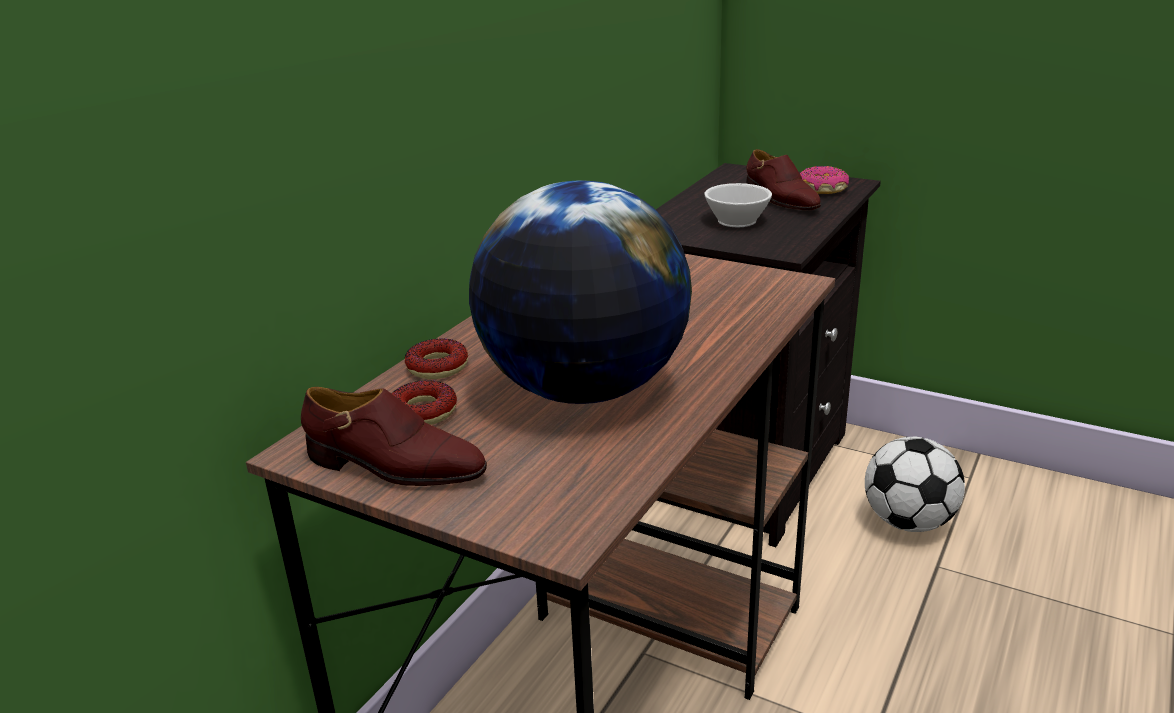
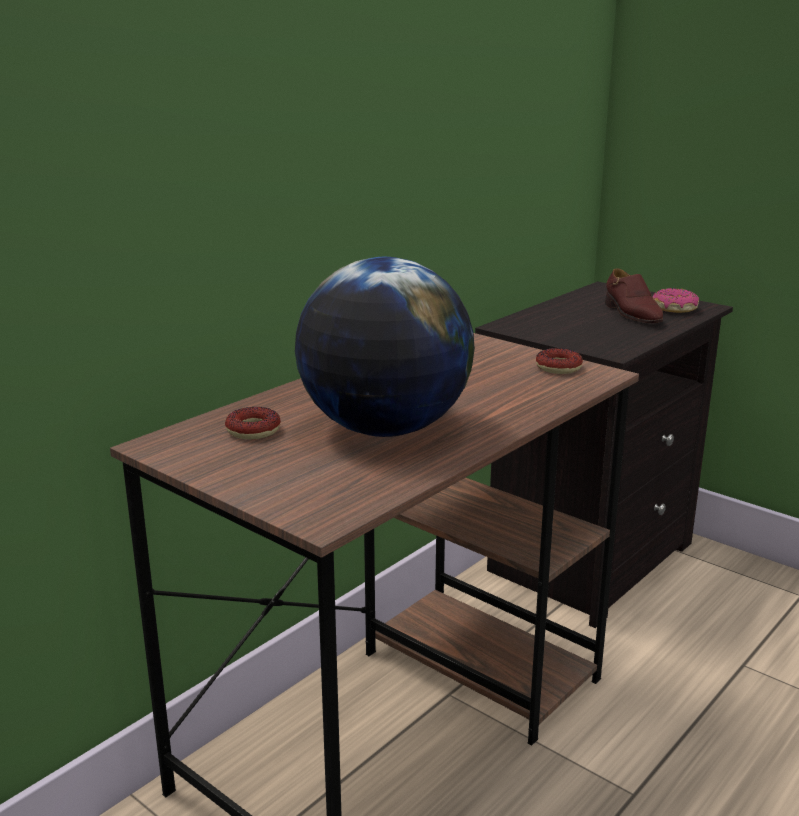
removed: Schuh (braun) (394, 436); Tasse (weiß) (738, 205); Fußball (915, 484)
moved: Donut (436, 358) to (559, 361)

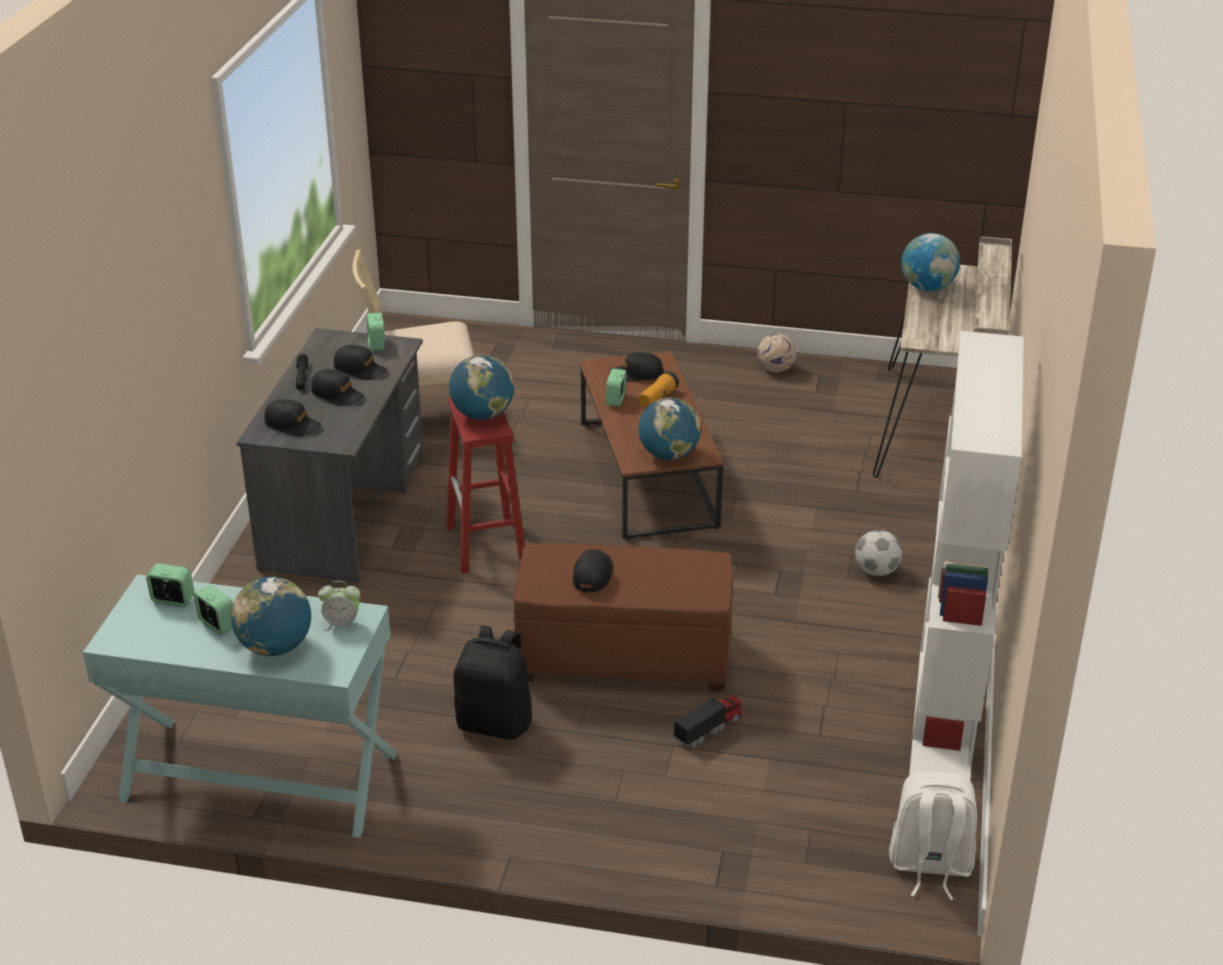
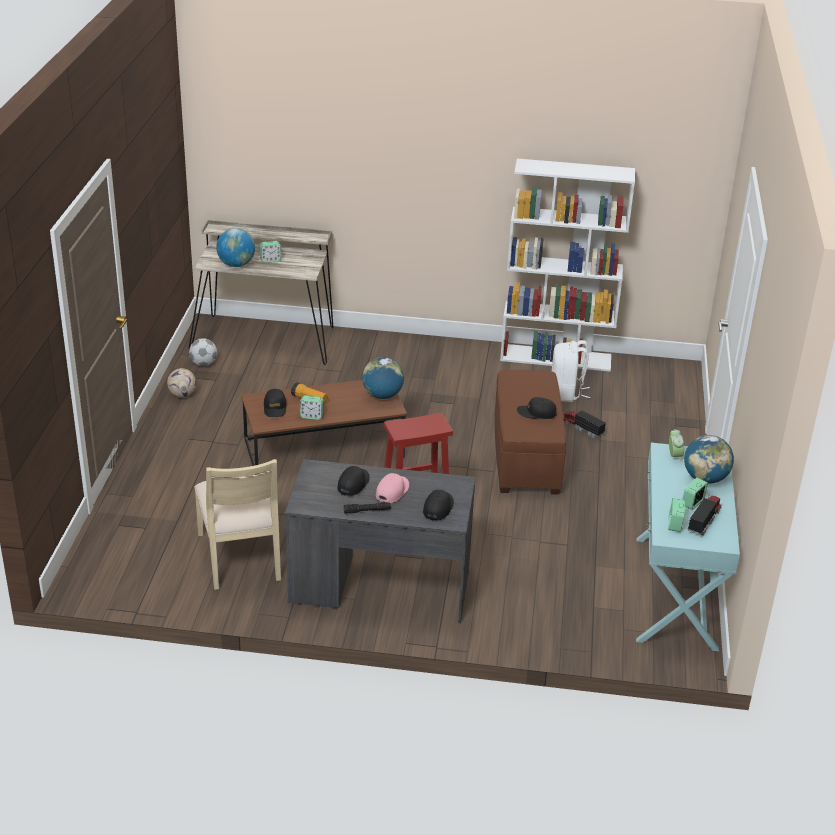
removed: Globus (481, 387); Rucksack (schwarz) (493, 682)
added: Spielzeuglaster (704, 514)
moved: Fußball (878, 553) to (203, 352); Wecker (376, 332) to (271, 252); Rucksack (weiß) (933, 835) to (571, 371)
recoloured: Kappe (schwarz) (337, 387) to Kappe (rosa) (392, 488)

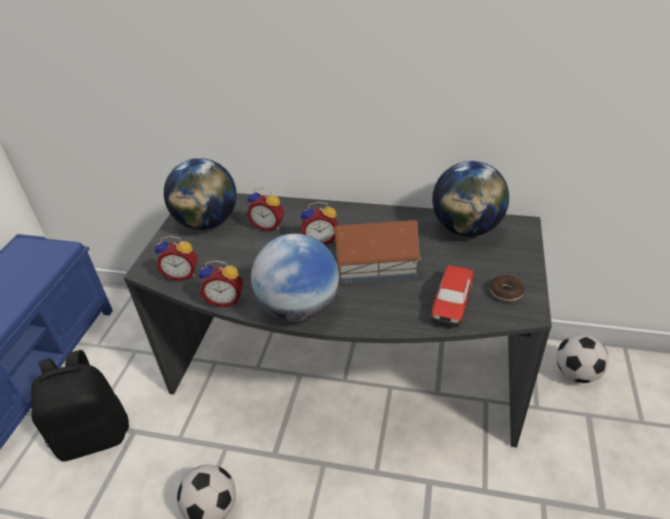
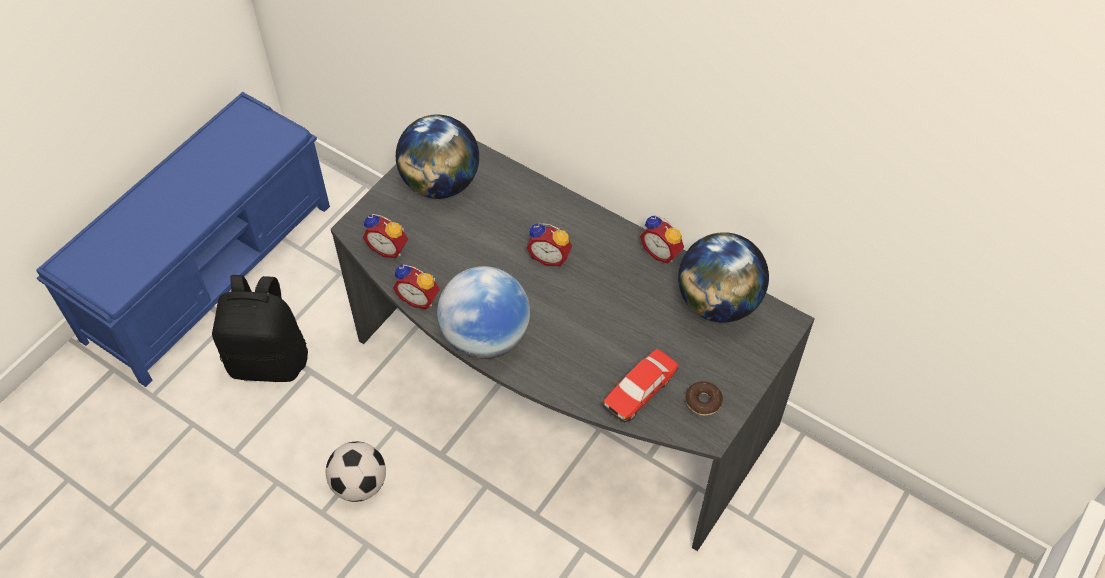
removed: Spielzeughaus (378, 252); Fußball (582, 358)
moved: Wecker (265, 210) to (662, 239)

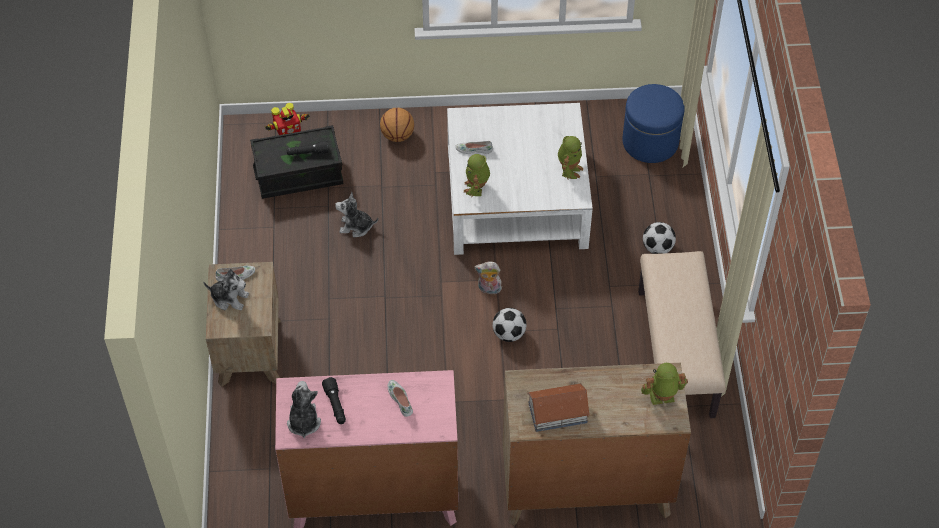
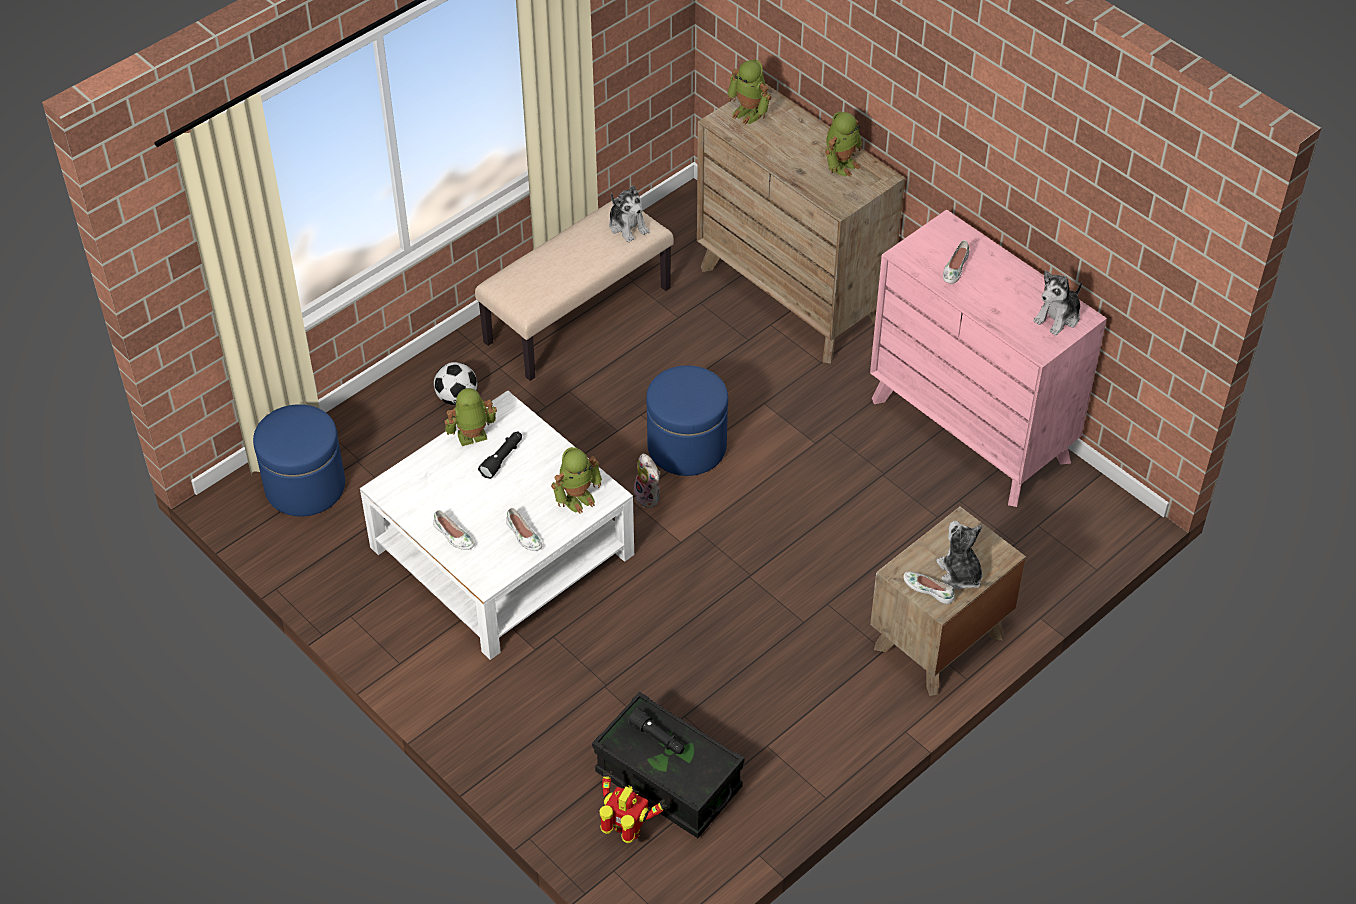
removed: Basketball (397, 125)
added: Schuh (weiß) (454, 530)
moved: Taschenlampe (schwarz) (334, 400) to (500, 455); Plüschtier (356, 214) to (629, 213)
replaced: Fußball (509, 325) to Polsterhocker (blau) (687, 420); Spielzeughaus (558, 408) to Spielzeugroboter (843, 144)

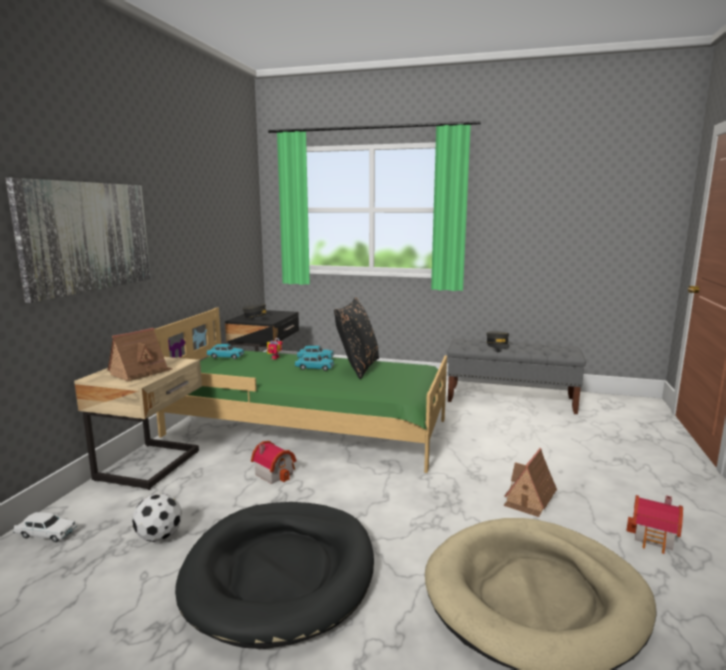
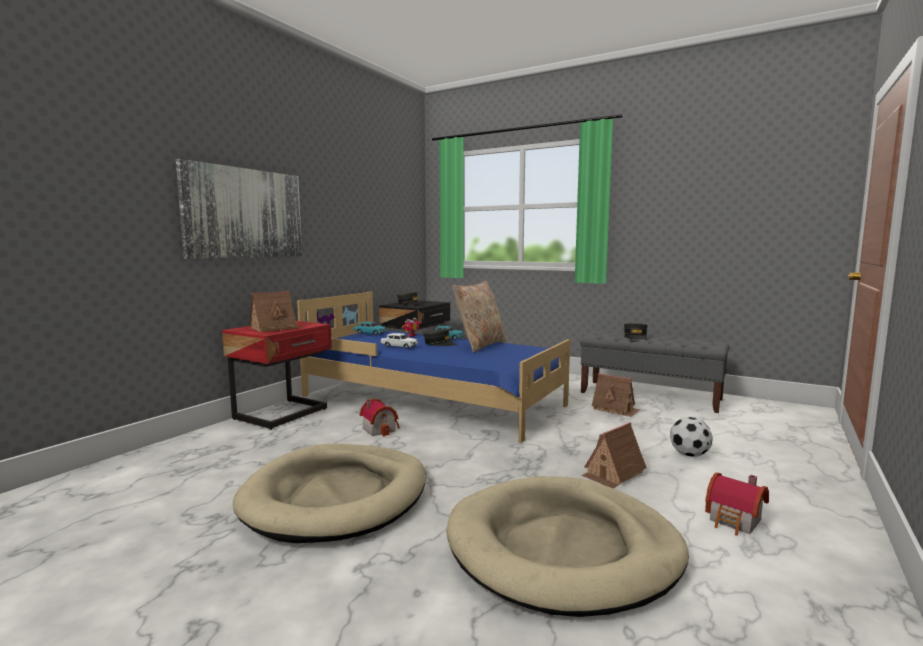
added: Spielzeughaus (616, 395)
moved: Spielzeugauto (weiß) (45, 527) to (400, 341); Fußball (157, 517) to (691, 437)
replaced: Spielzeugauto (türkis) (314, 362) to Kappe (grau) (440, 337)
recoloured: Nachttisch (beige) (138, 423) to Nachttisch (rot) (277, 375); Hundebett (schwarz) (274, 575) to Hundebett (beige) (329, 493); Bett (grün) (300, 390) to Bett (blau) (433, 367); Kissen (schwarz) (356, 338) to Kissen (beige) (479, 317)

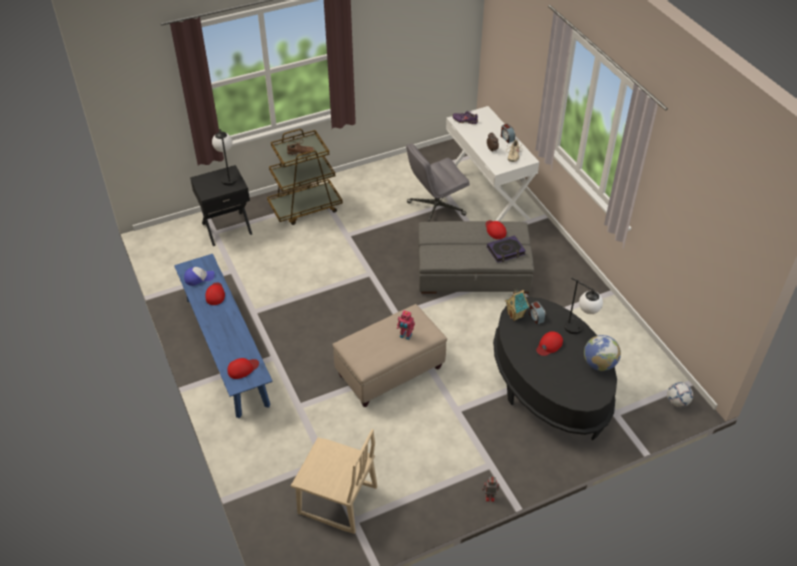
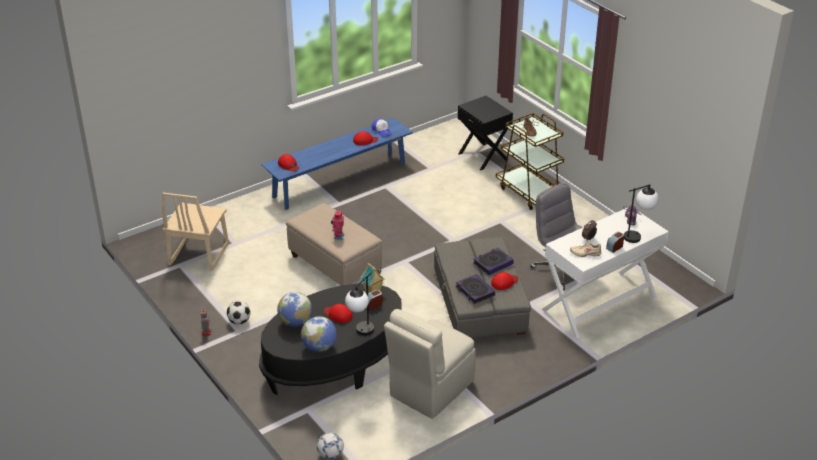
added: Fußball (238, 313); Globus (294, 309); Stuhl (beige) (430, 364); Buch (493, 261)
moved: Tischlampe (224, 157) to (641, 213)

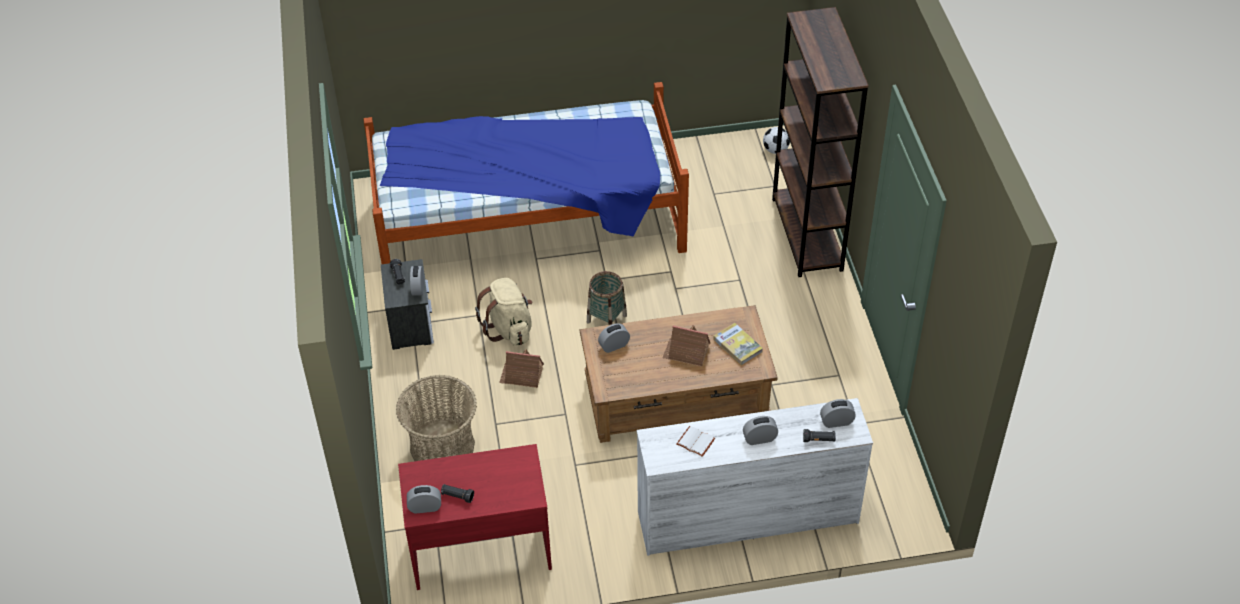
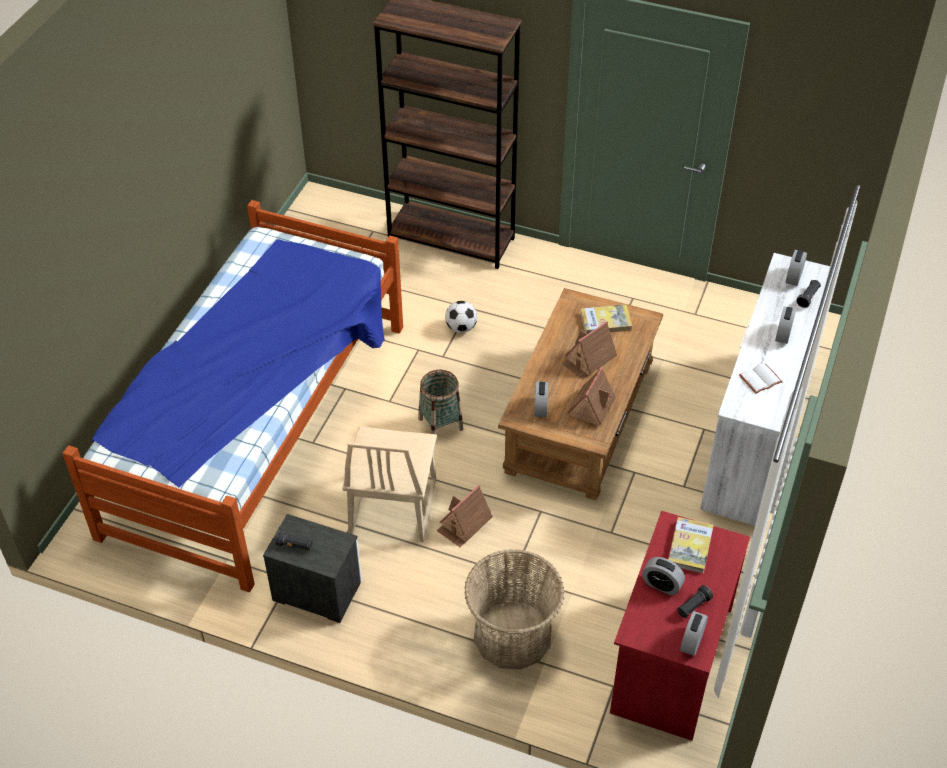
added: Spielzeughaus (591, 396); Buch (691, 545)
moved: Fußball (776, 140) to (461, 317); Wecker (417, 281) to (663, 576)
replaced: Rucksack (beige) (503, 312) to Stuhl (beige) (389, 484)

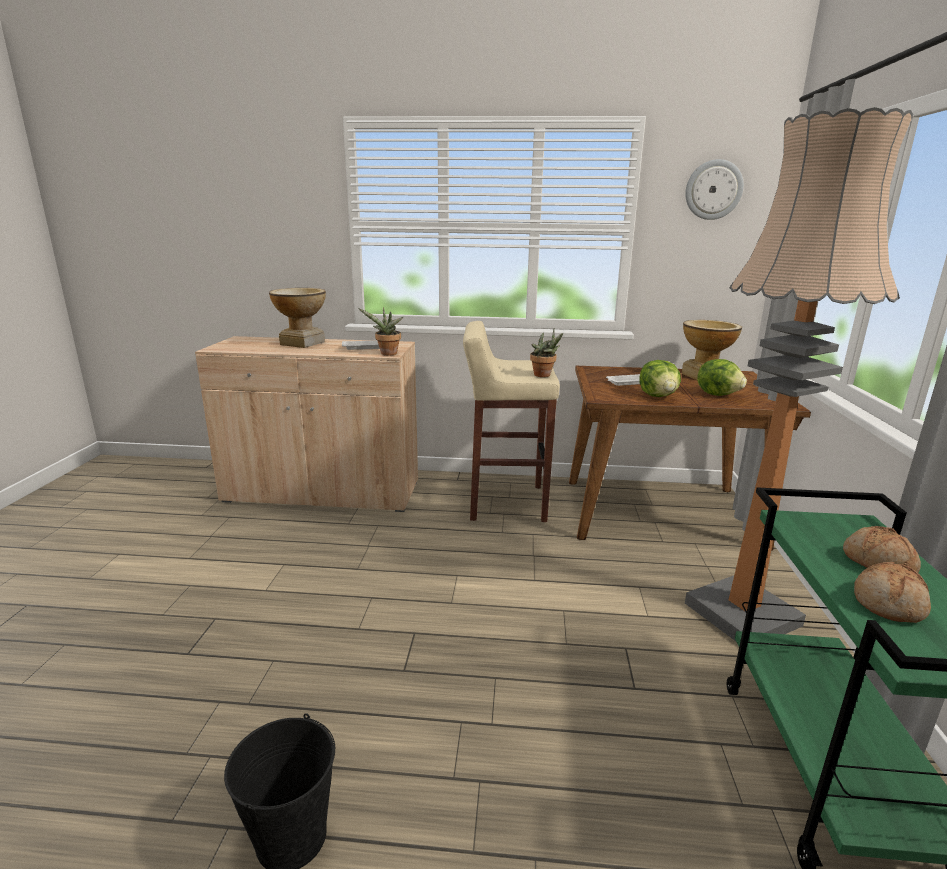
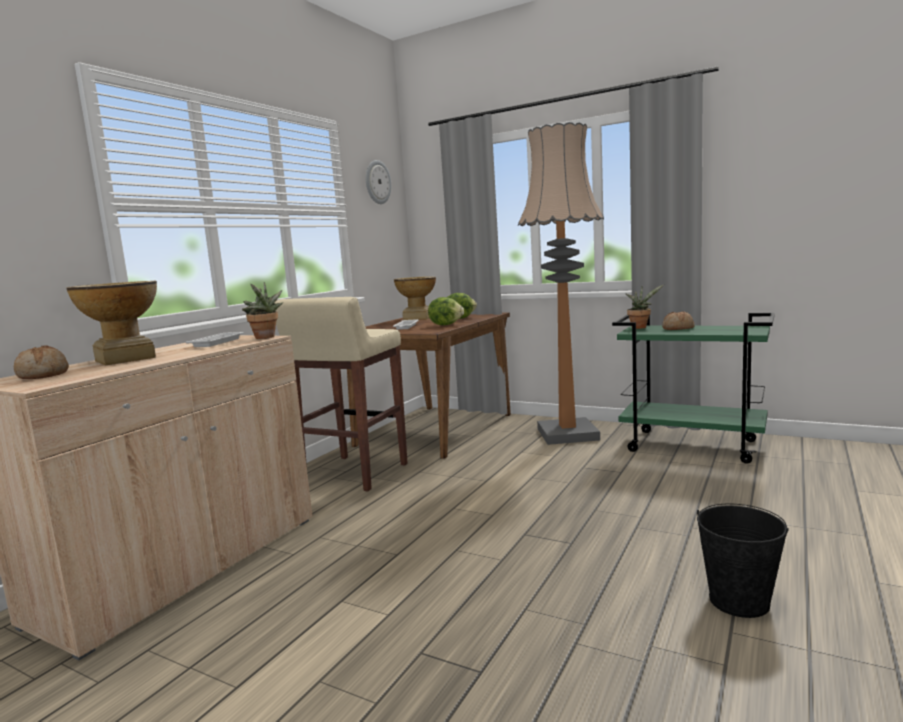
moved: Brot (892, 592) to (41, 362); Topfpflanze (546, 352) to (645, 307)

